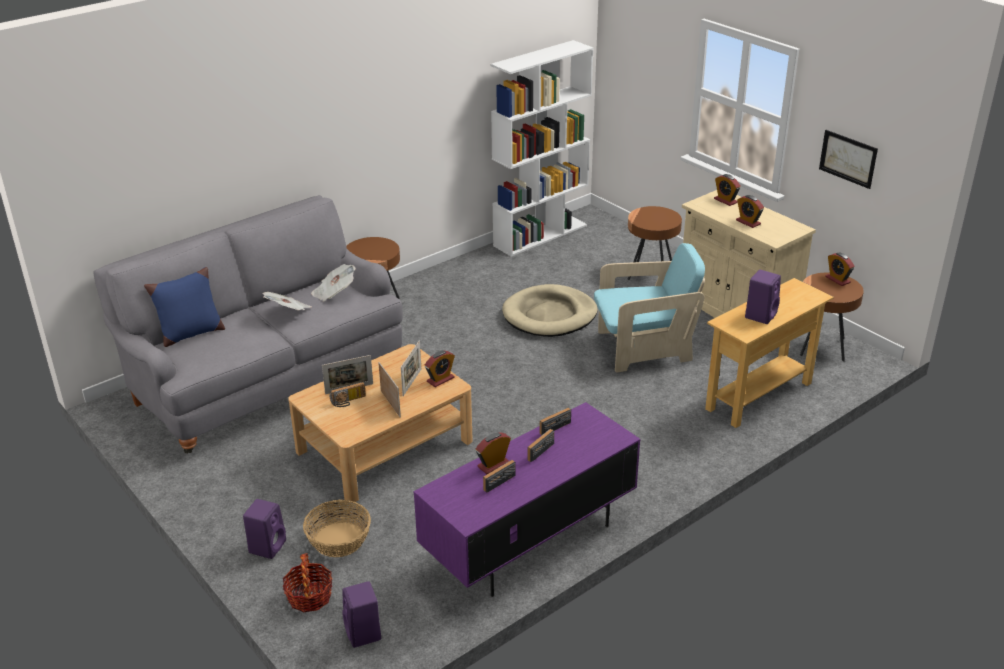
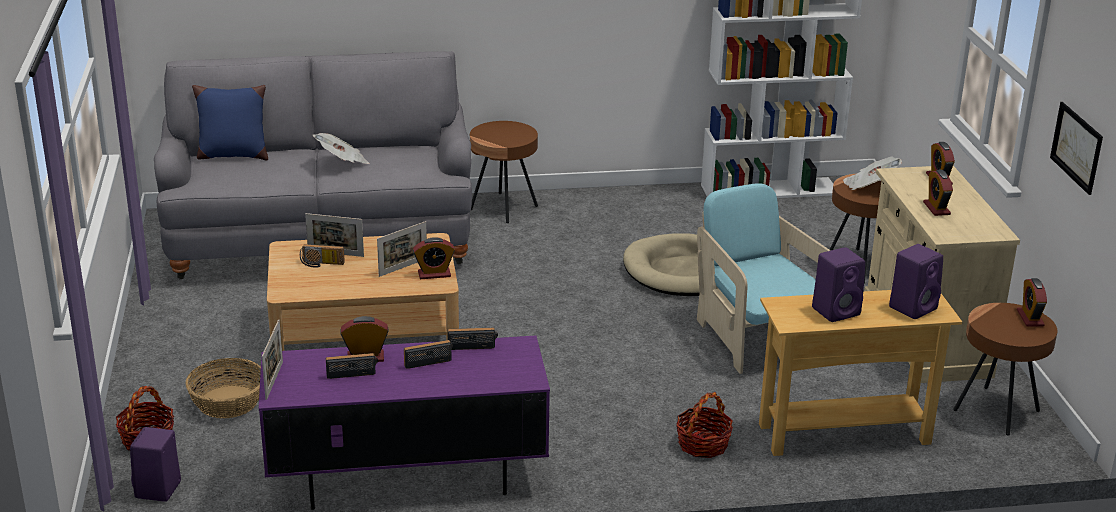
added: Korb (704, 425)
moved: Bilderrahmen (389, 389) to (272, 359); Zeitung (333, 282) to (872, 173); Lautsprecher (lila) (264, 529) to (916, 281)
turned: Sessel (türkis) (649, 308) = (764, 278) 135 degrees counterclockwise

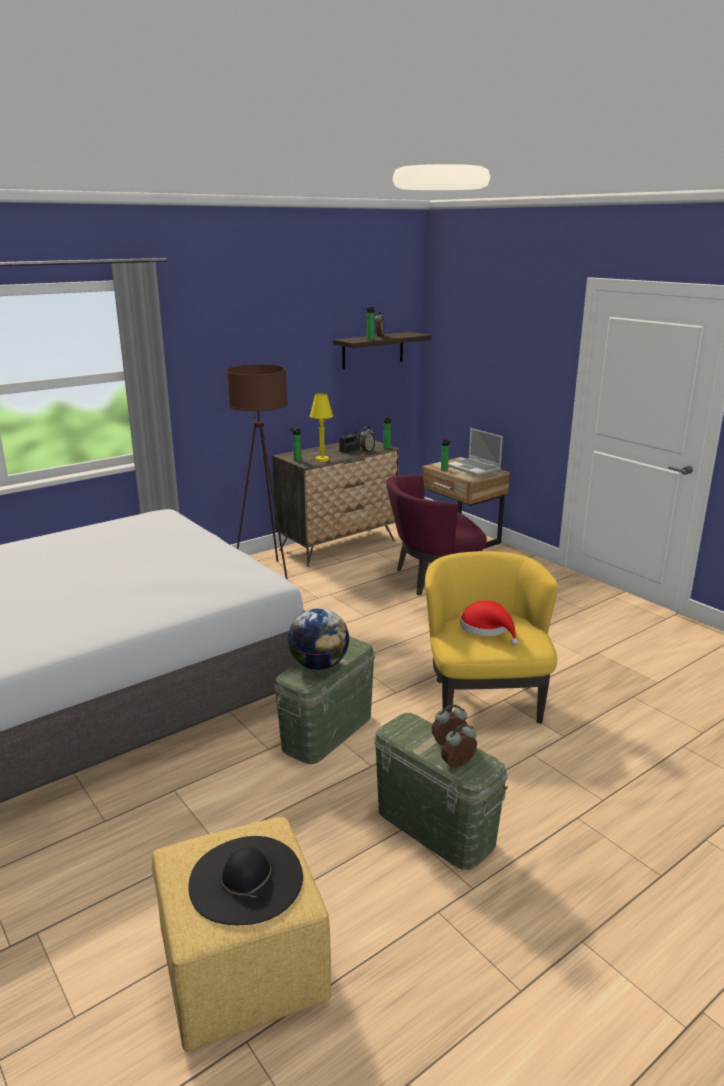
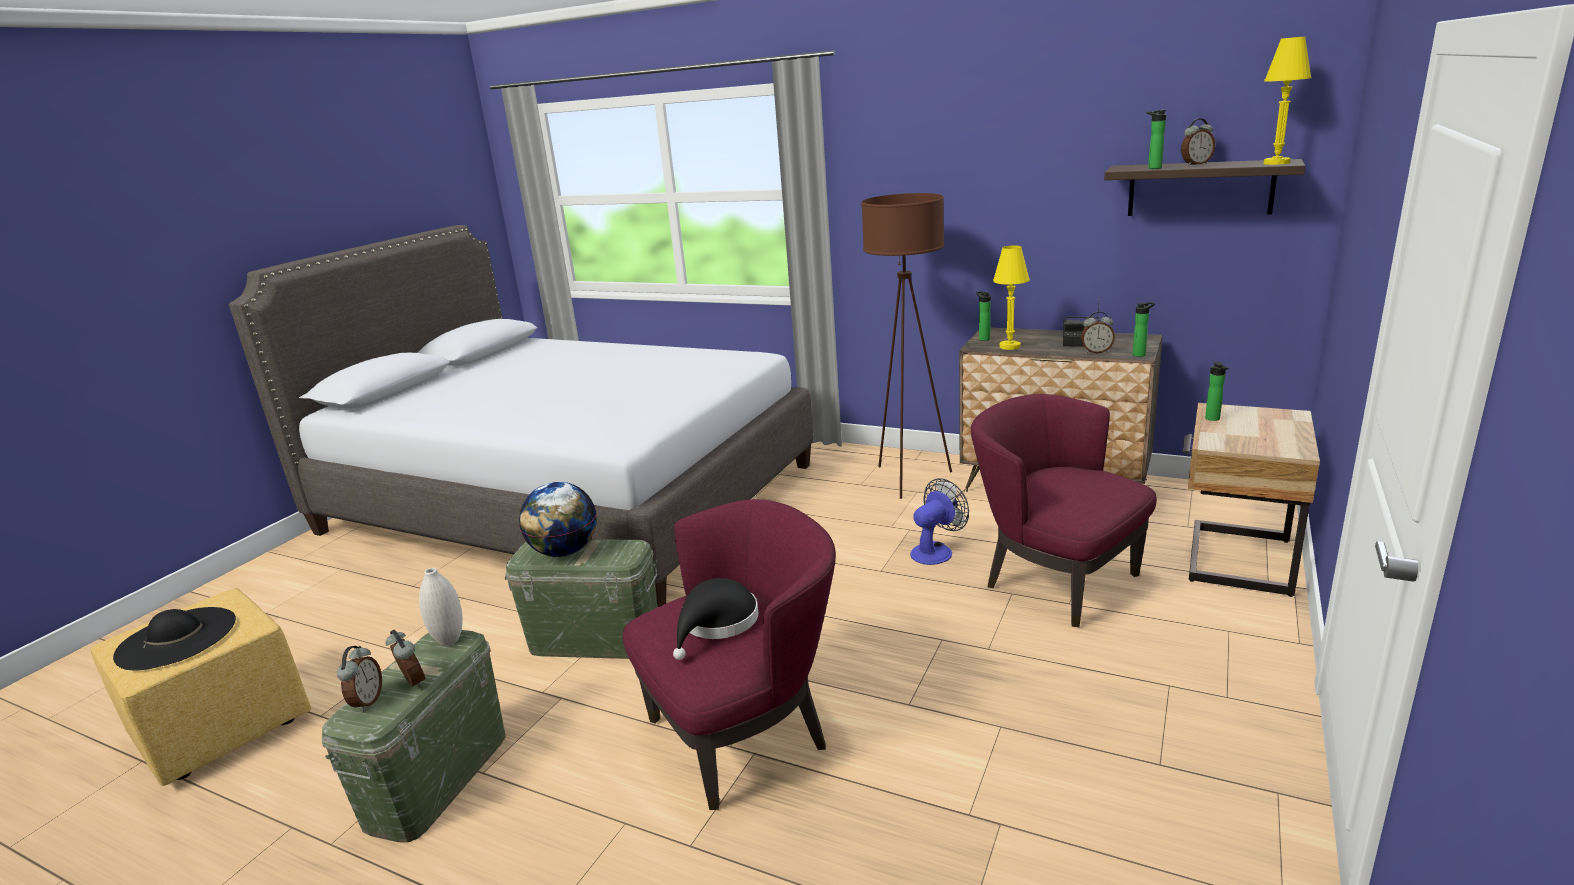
removed: Laptop (475, 452)
added: Vase (weiß) (441, 607); Ventilator (939, 521); Tischlampe (gelb) (1288, 101)
recoloured: Sessel (gelb) (491, 637) to Sessel (lila) (729, 654); Hut (rot) (489, 622) to Hut (schwarz) (715, 619)
turned: Wecker (459, 746) = (359, 679) 60 degrees clockwise

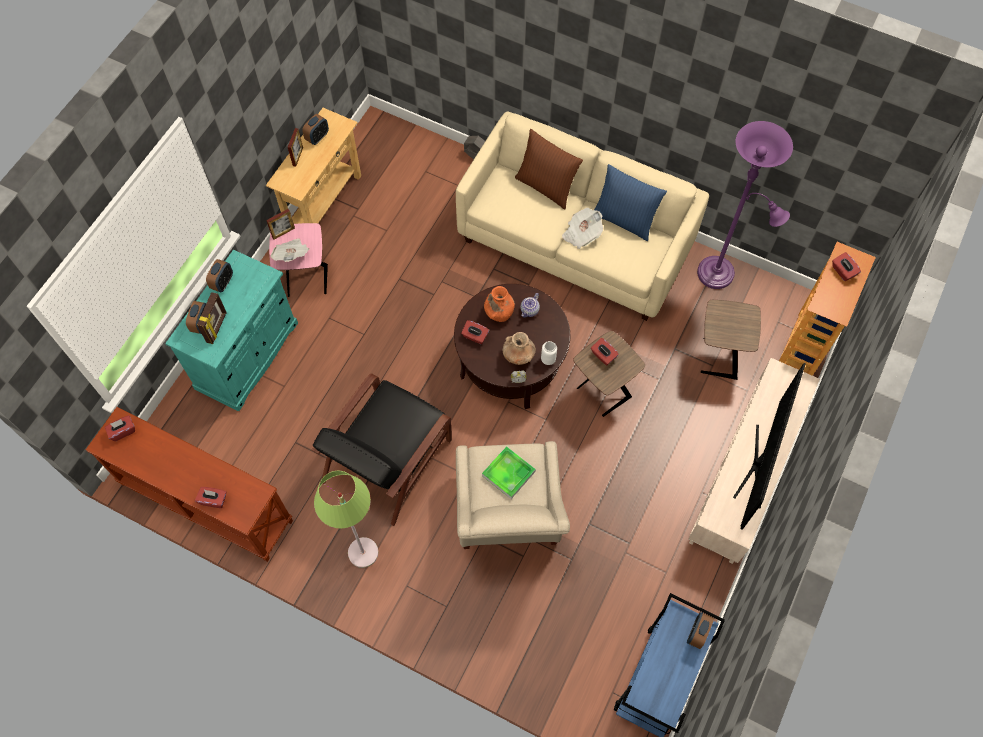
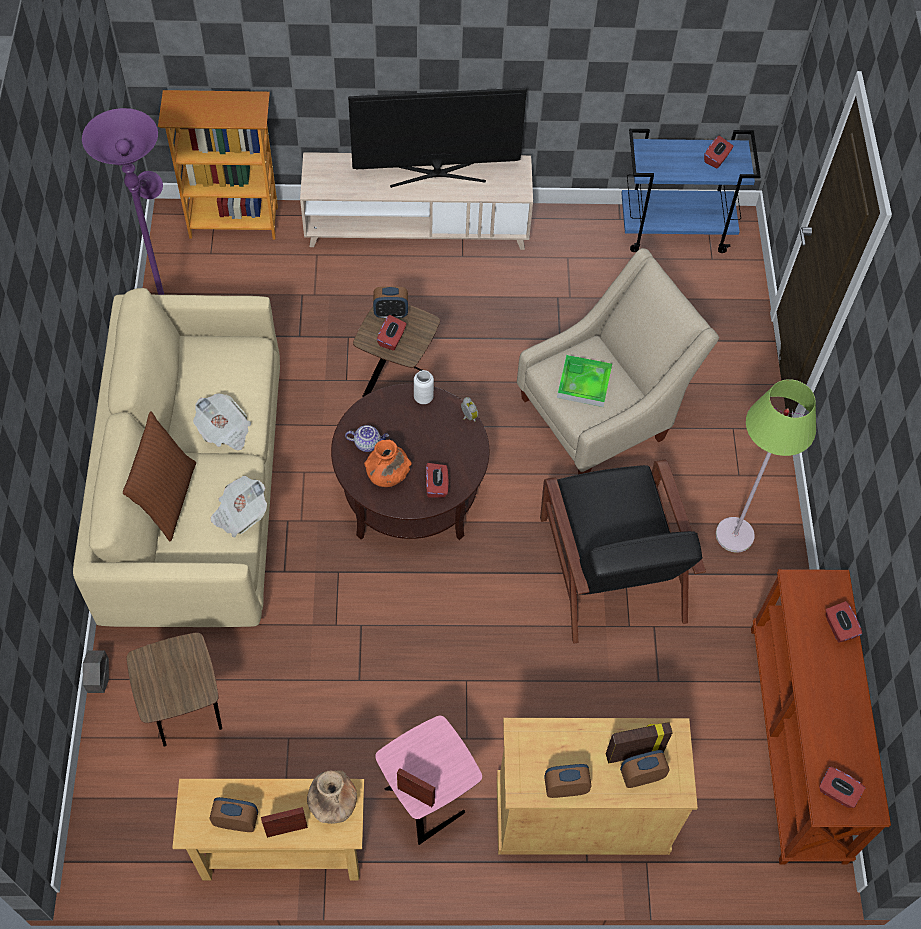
removed: Kissen (blau) (630, 202)
moved: Beistelltisch (braun) (731, 340) to (174, 689); Zeitung (289, 250) to (238, 507); Vase (braun) (519, 348) to (332, 797); Wecker (700, 630) to (390, 302); Taschentuchbox (rot) (846, 266) to (718, 152)
recoloured: Schrank (türkis) (231, 330) to Schrank (beige) (597, 786)
turned: Sessel (schwarz) (382, 449) = (623, 551) 75 degrees clockwise

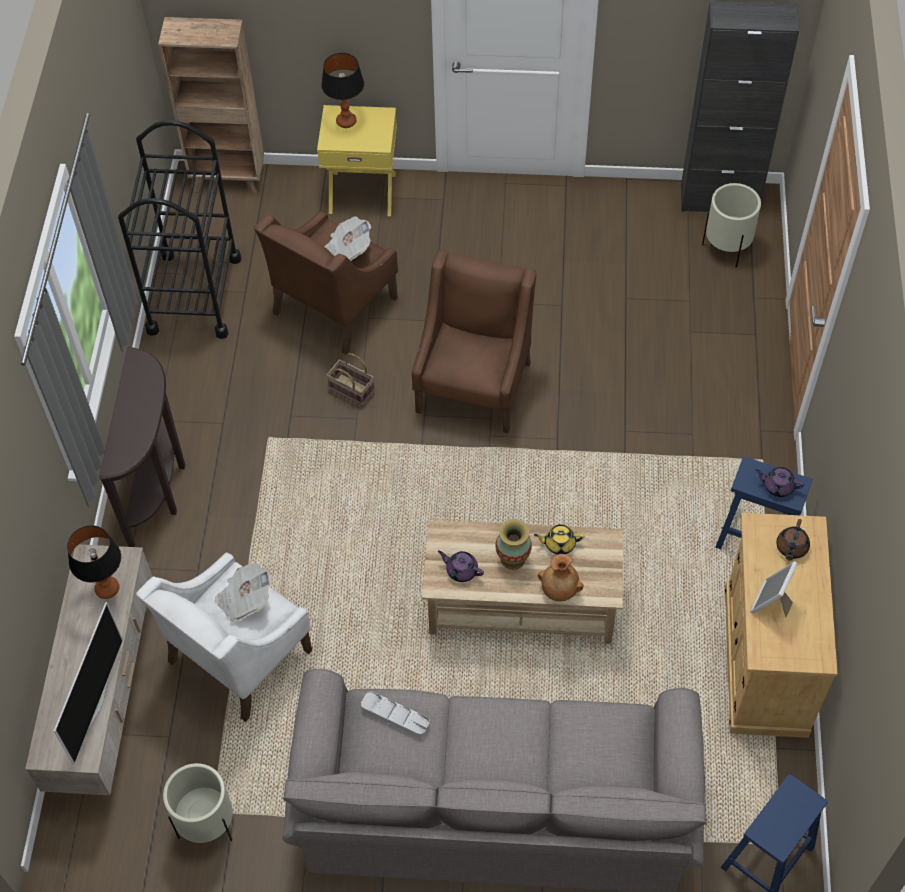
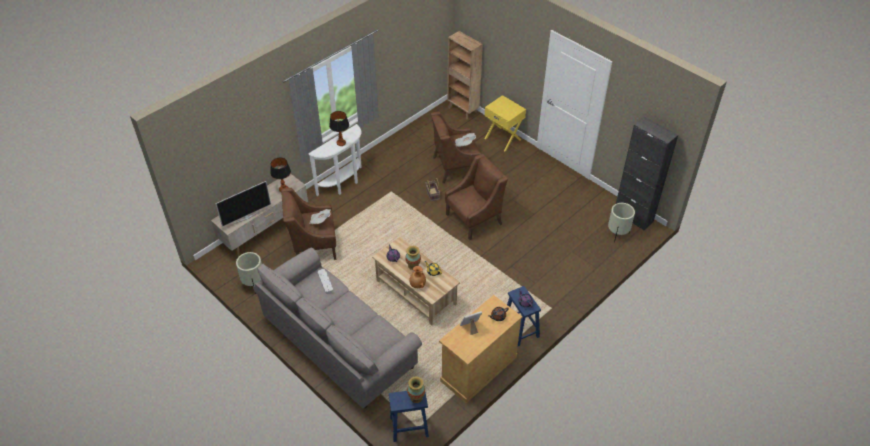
removed: Rollwagen (schwarz) (180, 229)
added: Vase (416, 390)
moved: Tischlampe (342, 90) to (339, 128)
recoloured: Sessel (weiß) (224, 637) to Sessel (braun) (309, 224); Konsolentisch (braun) (142, 446) to Konsolentisch (weiß) (335, 160)

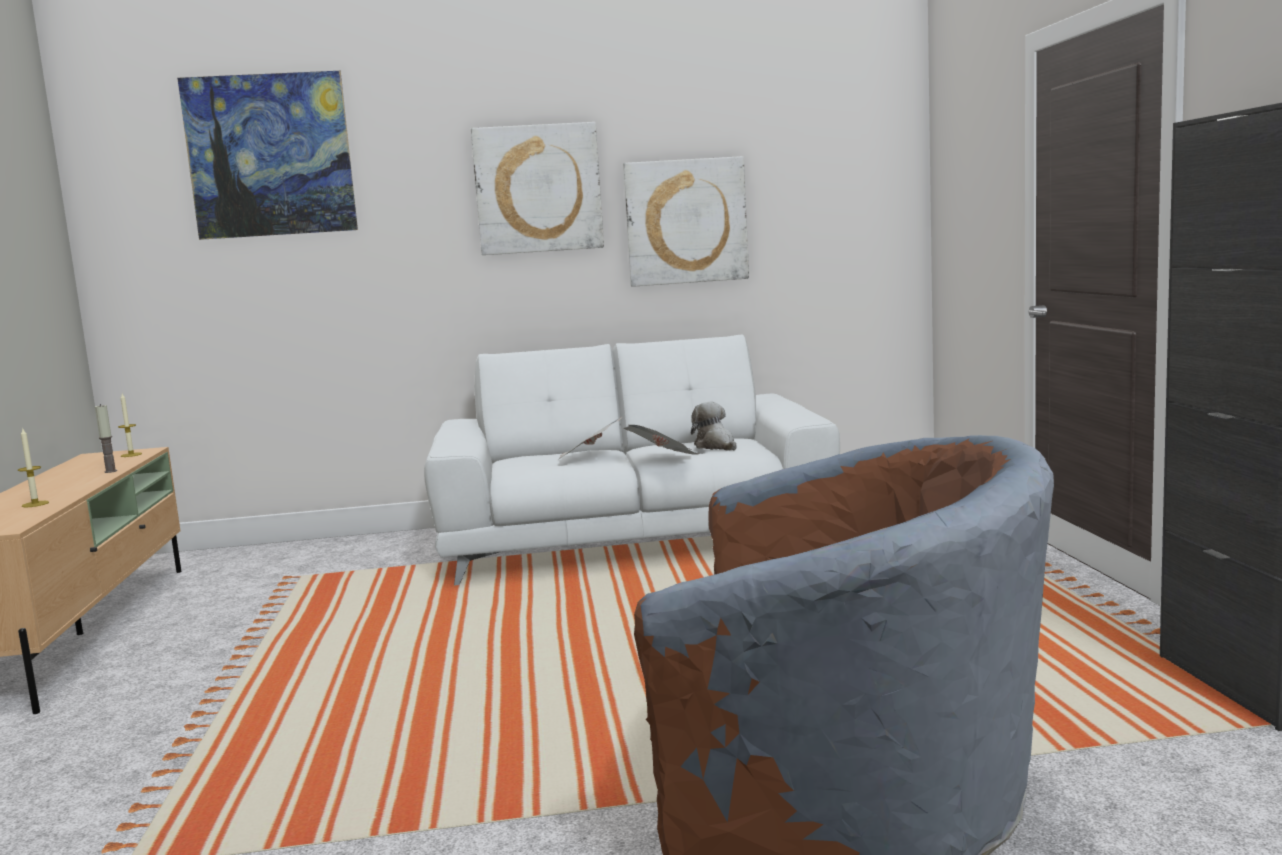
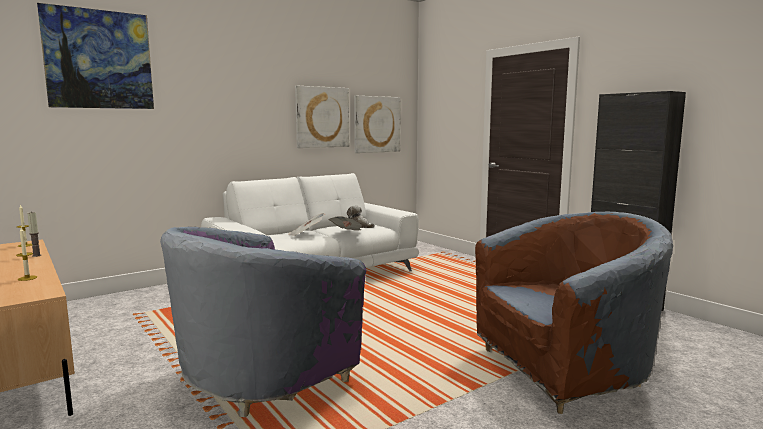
added: Sessel (lila) (263, 322)
moved: Bild (537, 188) to (377, 124)

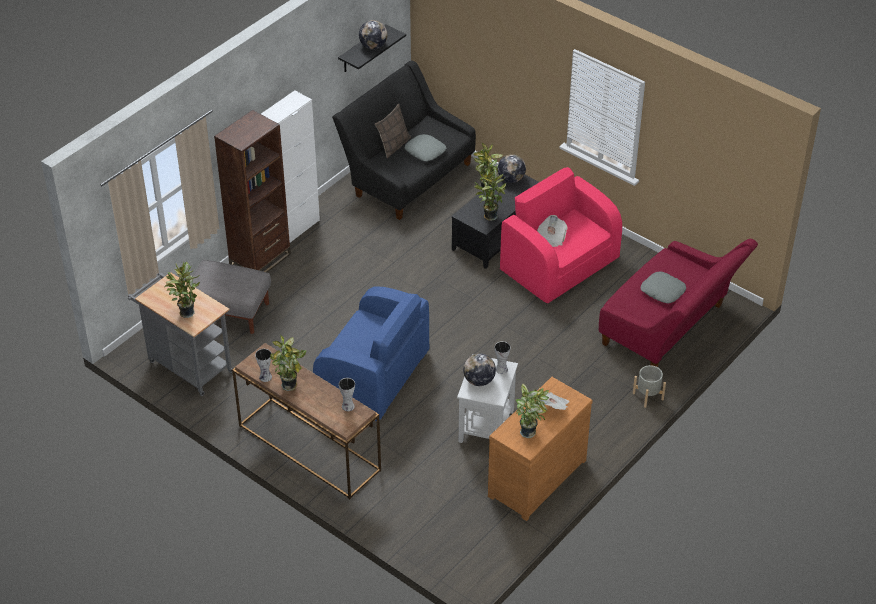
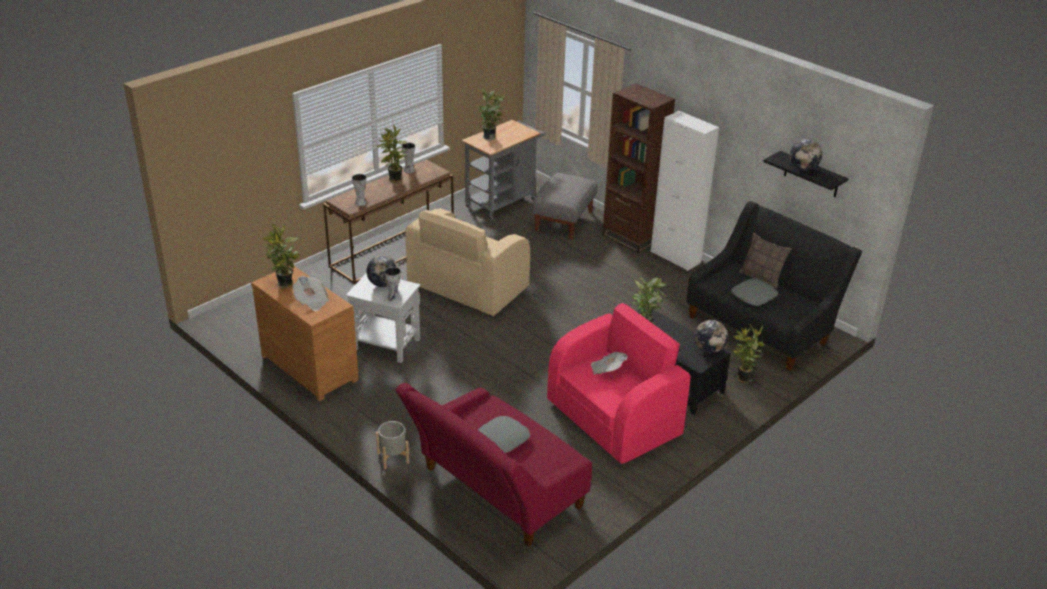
recoloured: Sessel (blau) (371, 353) to Sessel (beige) (468, 262)

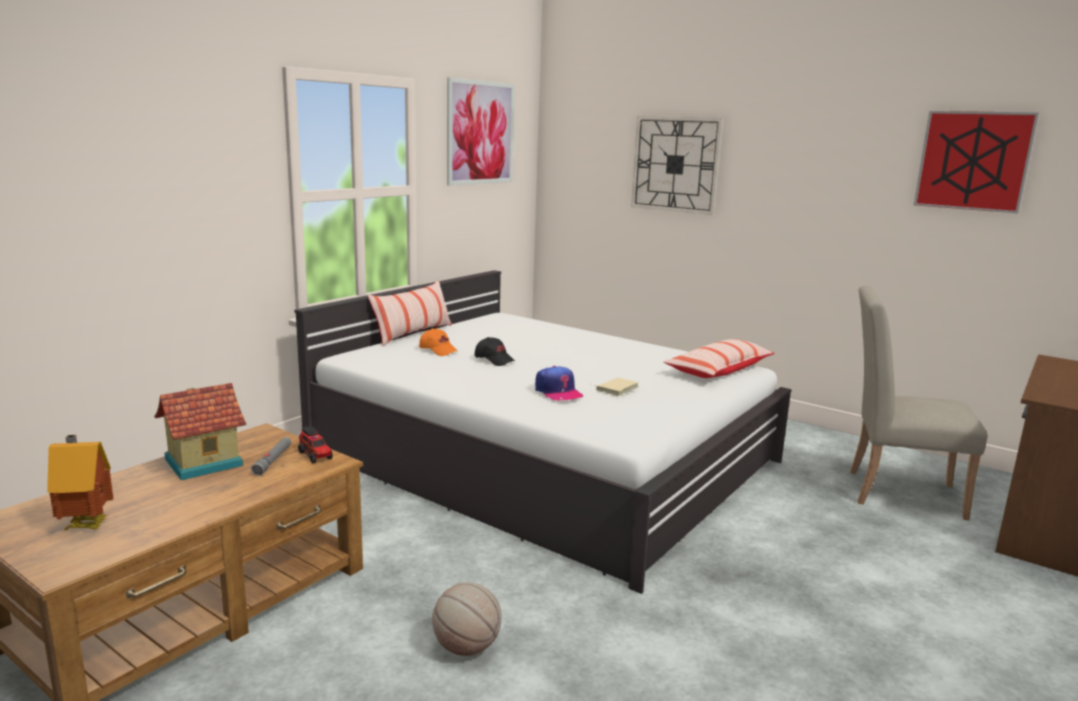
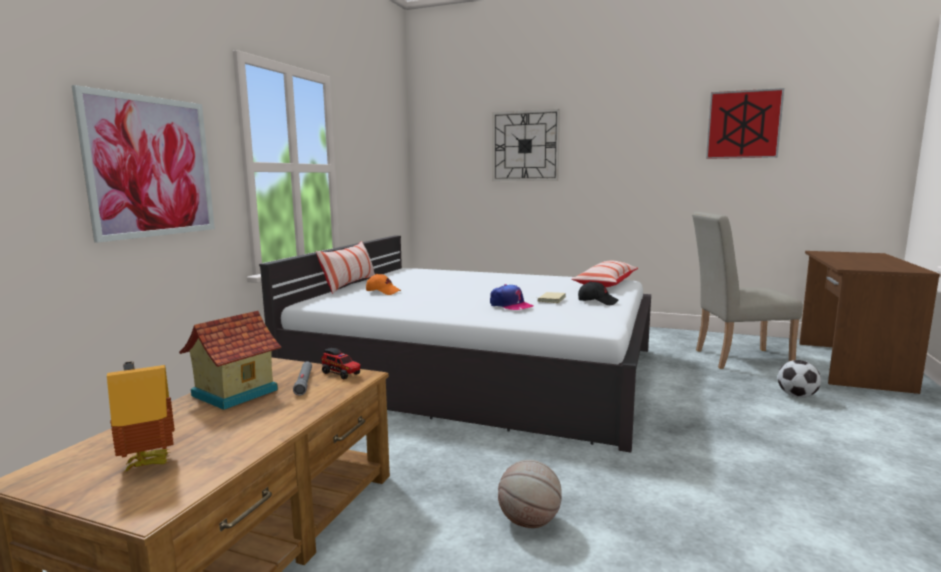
added: Fußball (799, 379)
moved: Bild (481, 131) to (143, 164); Kappe (schwarz) (495, 351) to (598, 293)

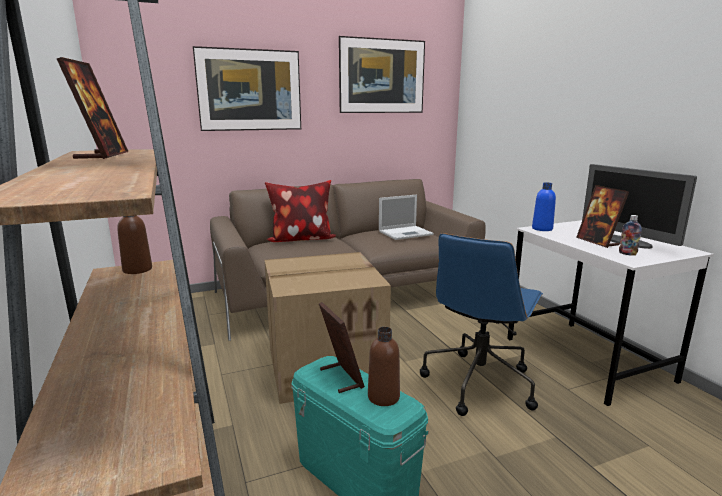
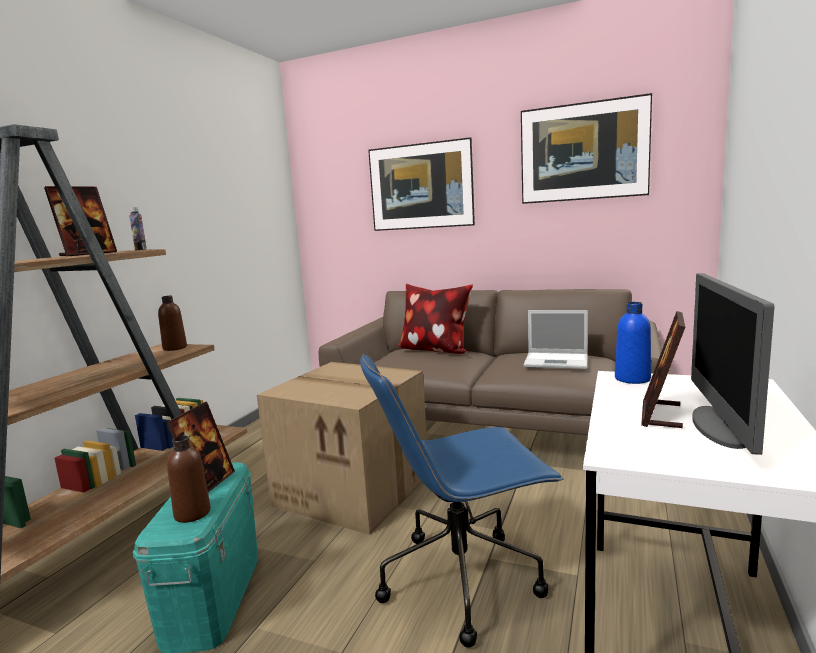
moved: Flasche (630, 235) to (138, 228)

